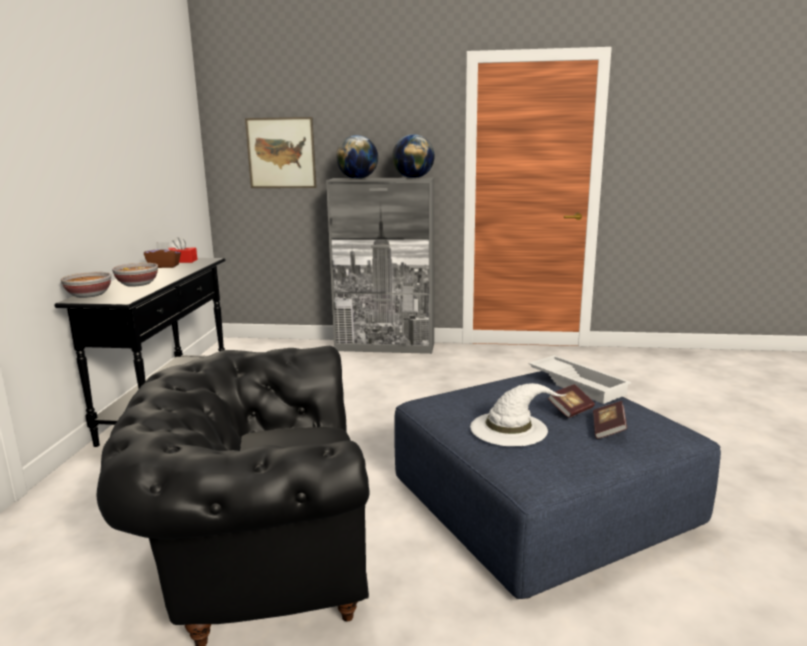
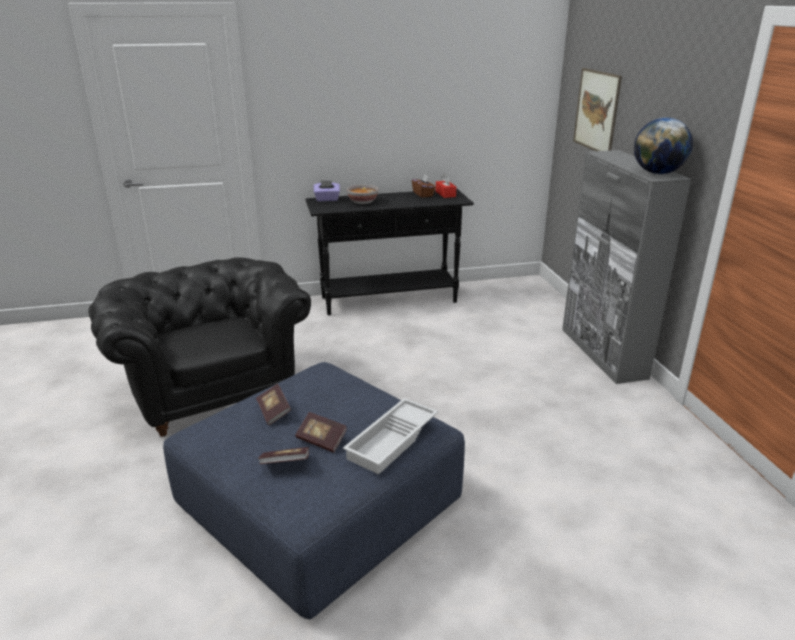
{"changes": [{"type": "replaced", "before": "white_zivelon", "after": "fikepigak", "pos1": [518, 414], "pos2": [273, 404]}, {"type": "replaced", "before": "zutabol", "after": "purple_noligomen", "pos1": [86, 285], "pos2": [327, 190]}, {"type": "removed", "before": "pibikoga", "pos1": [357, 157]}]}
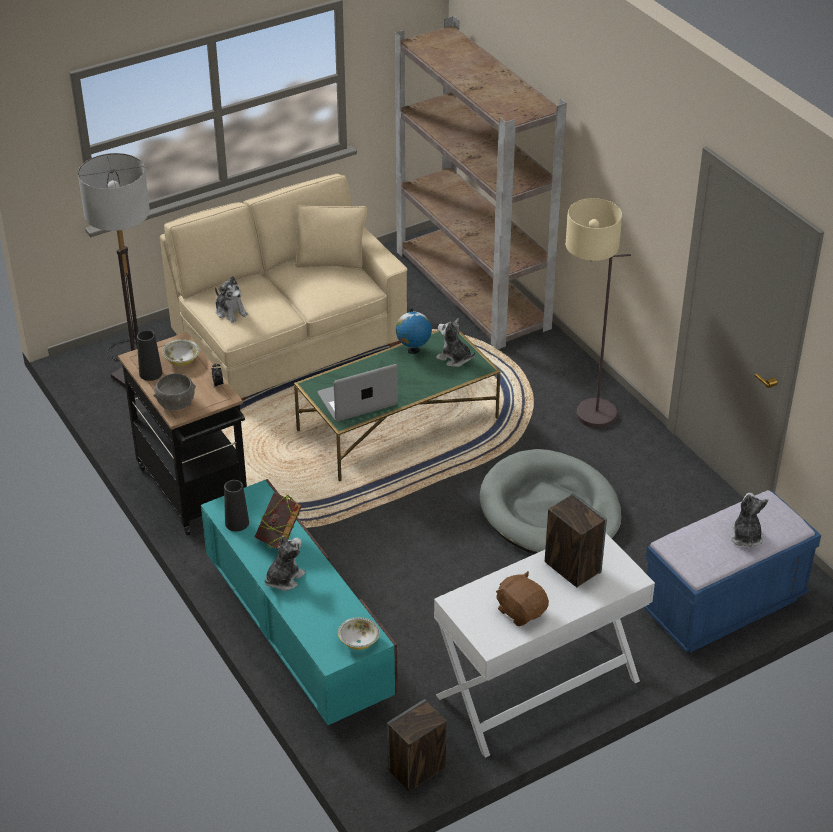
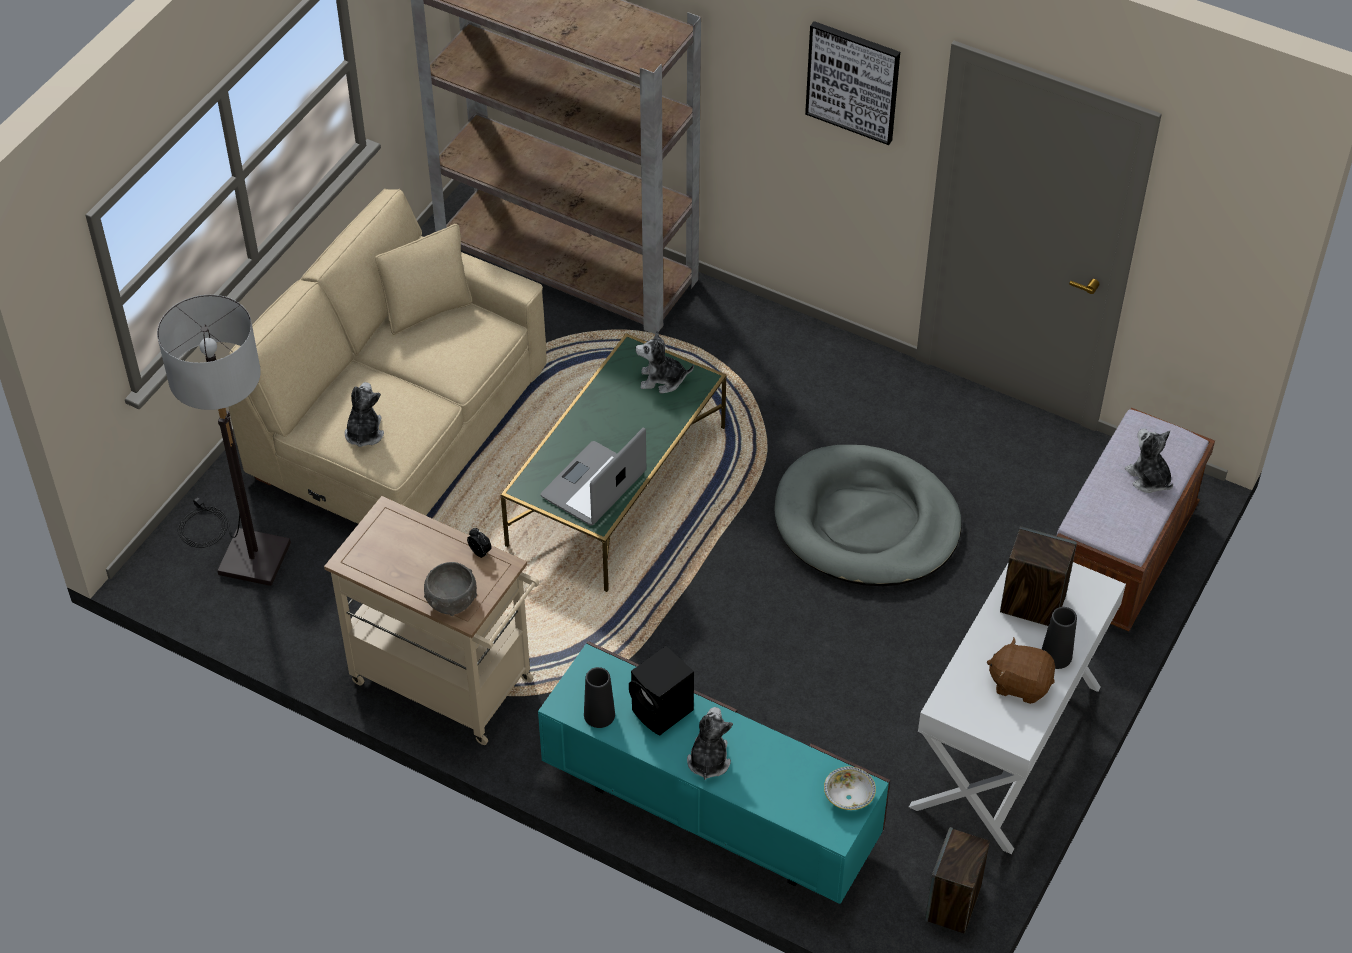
{"changes": [{"type": "recoloured", "before": "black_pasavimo", "after": "beige_pasavimo", "pos1": [182, 434], "pos2": [431, 620]}, {"type": "turned", "before": "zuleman", "pos1": [231, 299], "pos2": [364, 414], "turn": -105}, {"type": "replaced", "before": "fikepigak", "after": "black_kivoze", "pos1": [278, 521], "pos2": [661, 691]}, {"type": "added", "after": "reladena", "pos2": [852, 83]}, {"type": "moved", "before": "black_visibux", "pos1": [149, 355], "pos2": [1059, 638]}, {"type": "recoloured", "before": "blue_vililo", "after": "brown_vililo", "pos1": [732, 571], "pos2": [1136, 519]}, {"type": "removed", "before": "zutabol", "pos1": [180, 352]}, {"type": "removed", "before": "pibikoga", "pos1": [414, 331]}, {"type": "removed", "before": "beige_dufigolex", "pos1": [598, 313]}]}
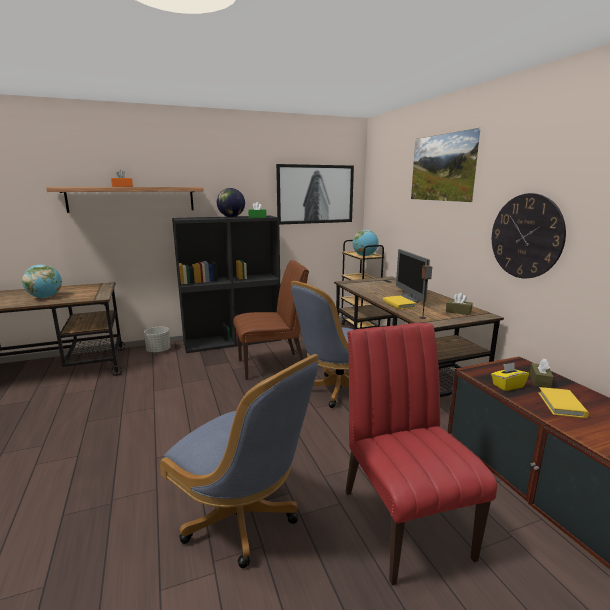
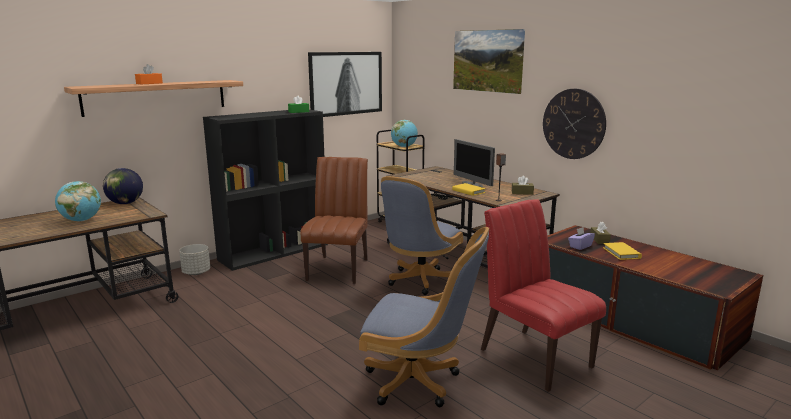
{"changes": [{"type": "moved", "before": "pibikoga", "pos1": [231, 202], "pos2": [123, 186]}, {"type": "turned", "before": "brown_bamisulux", "pos1": [271, 320], "pos2": [334, 220], "turn": -45}, {"type": "recoloured", "before": "yellow_noligomen", "after": "purple_noligomen", "pos1": [510, 377], "pos2": [581, 238]}]}
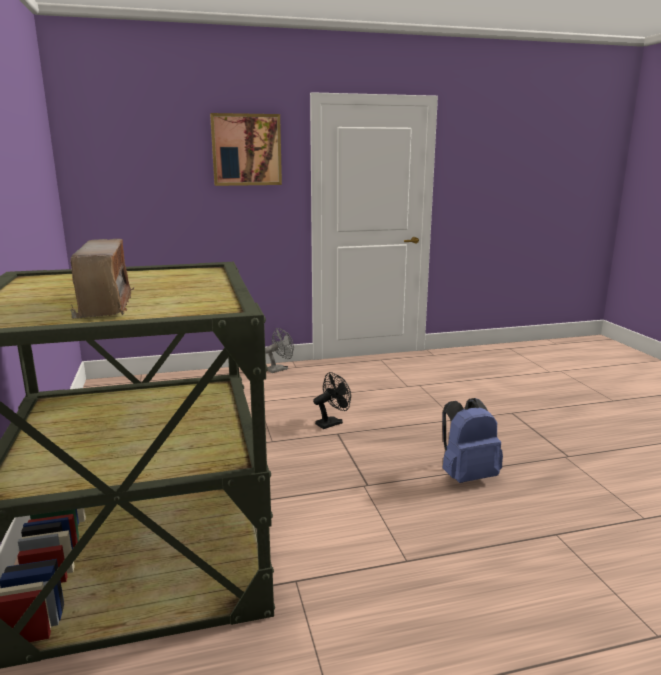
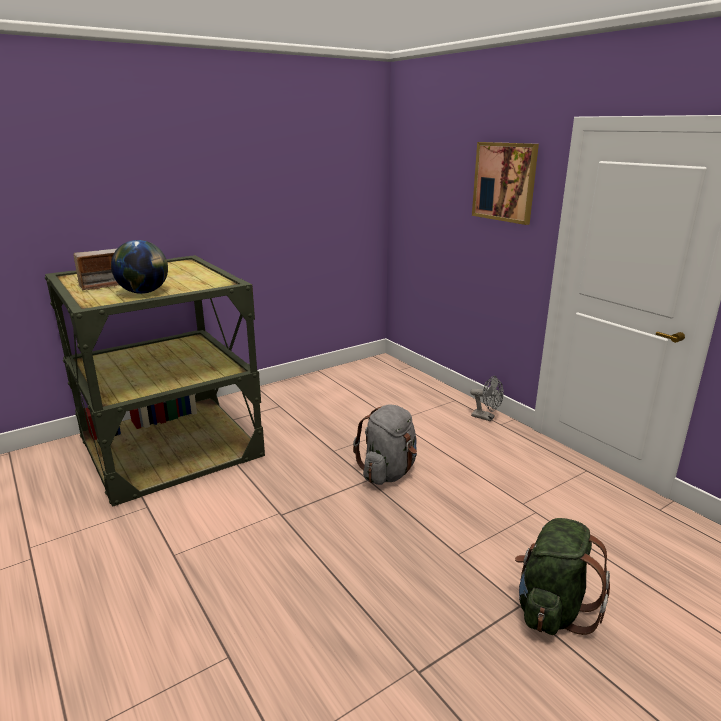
{"changes": [{"type": "added", "after": "pibikoga", "pos2": [139, 267]}, {"type": "replaced", "before": "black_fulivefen", "after": "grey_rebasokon", "pos1": [332, 400], "pos2": [385, 444]}, {"type": "added", "after": "green_rebasokon", "pos2": [562, 576]}, {"type": "removed", "before": "blue_rebasokon", "pos1": [472, 440]}]}
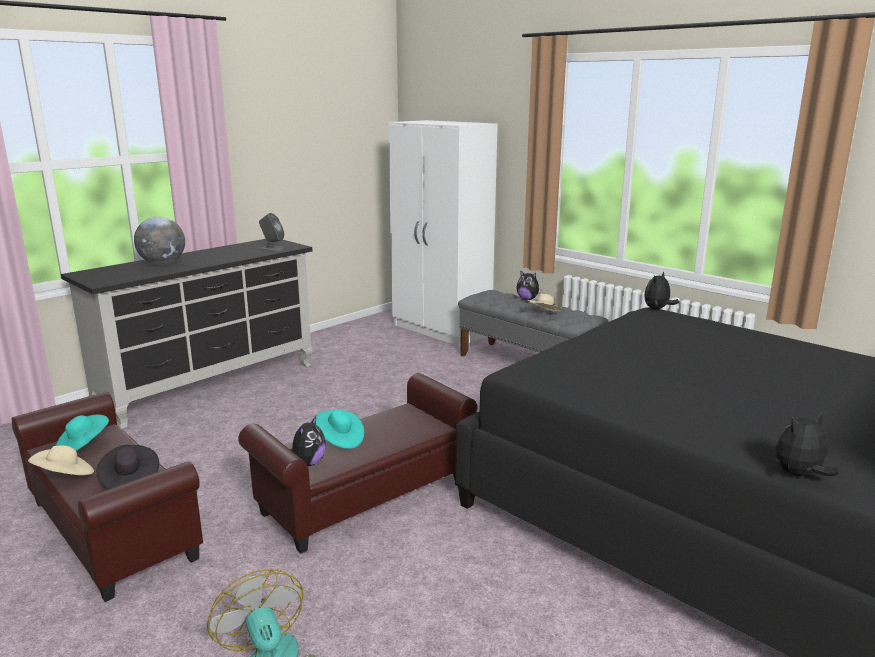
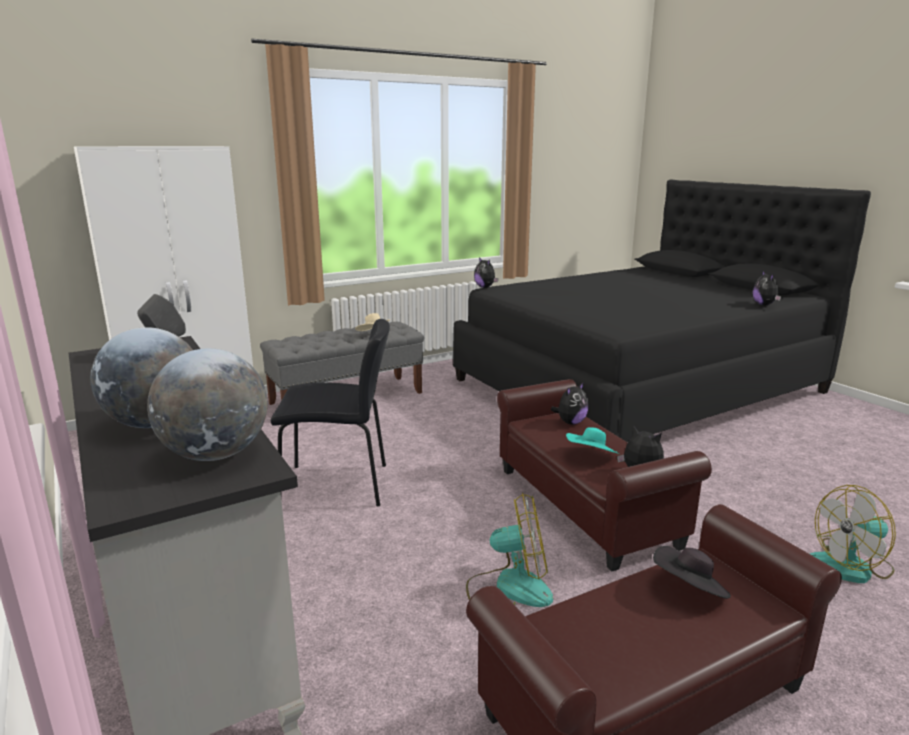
{"changes": [{"type": "added", "after": "pibikoga", "pos2": [207, 404]}, {"type": "added", "after": "black_bamisulux", "pos2": [330, 412]}, {"type": "added", "after": "fulivefen", "pos2": [509, 550]}, {"type": "moved", "before": "zuleman", "pos1": [530, 285], "pos2": [570, 403]}, {"type": "removed", "before": "beige_zivelon", "pos1": [61, 460]}, {"type": "removed", "before": "turquoise_zivelon", "pos1": [82, 433]}]}
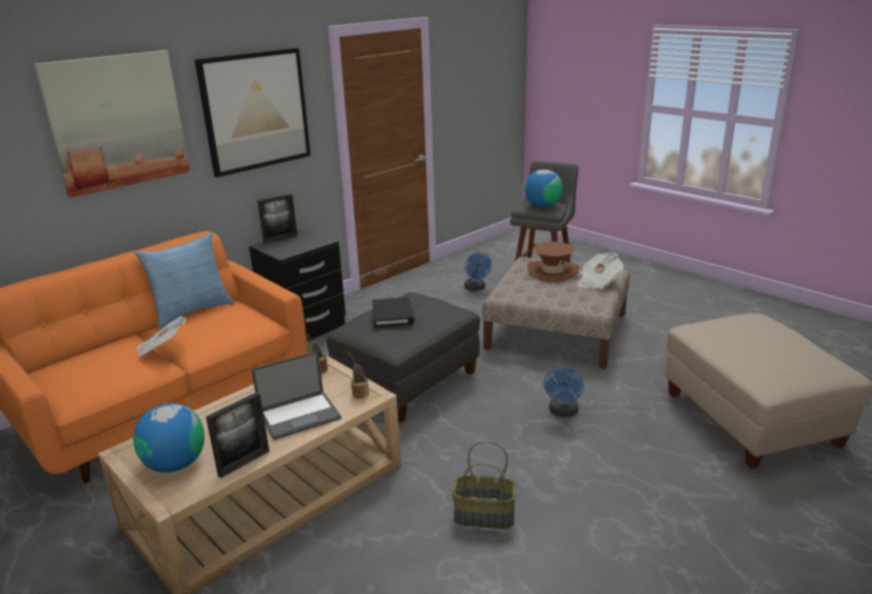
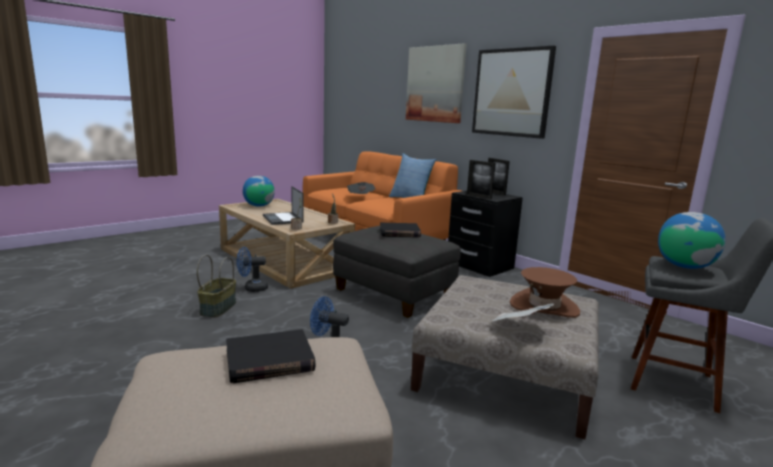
{"changes": [{"type": "added", "after": "black_fikepigak", "pos2": [270, 356]}, {"type": "moved", "before": "blue_fulivefen", "pos1": [478, 271], "pos2": [252, 269]}, {"type": "moved", "before": "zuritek", "pos1": [237, 435], "pos2": [481, 179]}]}
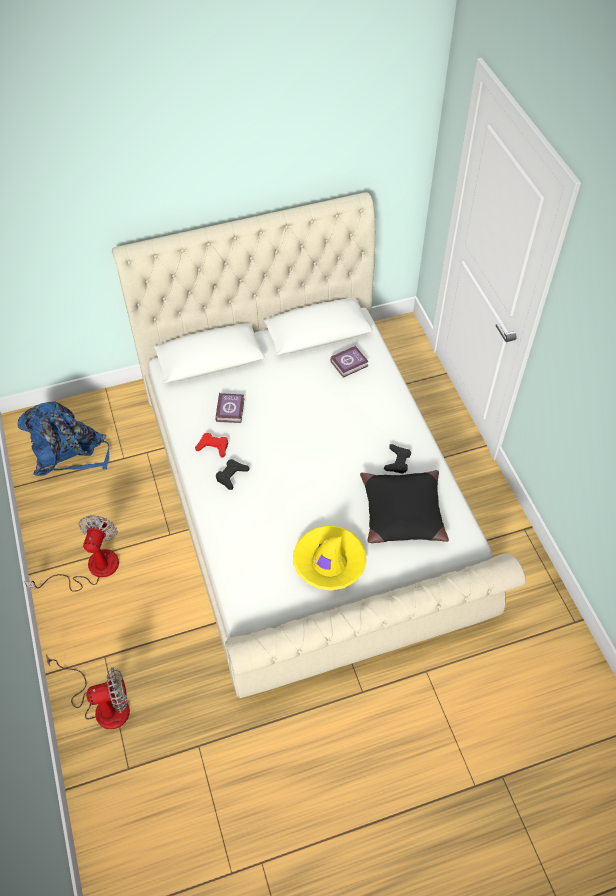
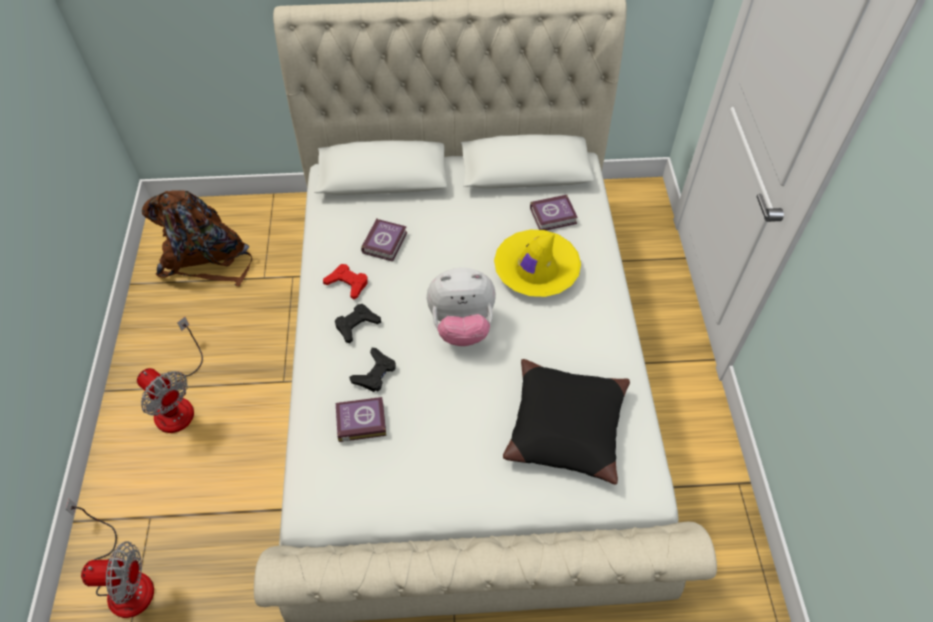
{"changes": [{"type": "turned", "before": "fulivefen", "pos1": [71, 553], "pos2": [170, 375], "turn": 105}, {"type": "recoloured", "before": "blue_rebasokon", "after": "brown_rebasokon", "pos1": [63, 439], "pos2": [197, 238]}, {"type": "added", "after": "fikepigak", "pos2": [361, 419]}, {"type": "moved", "before": "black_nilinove", "pos1": [397, 459], "pos2": [372, 370]}, {"type": "added", "after": "zuleman", "pos2": [461, 306]}, {"type": "moved", "before": "yellow_zivelon", "pos1": [329, 558], "pos2": [537, 263]}]}
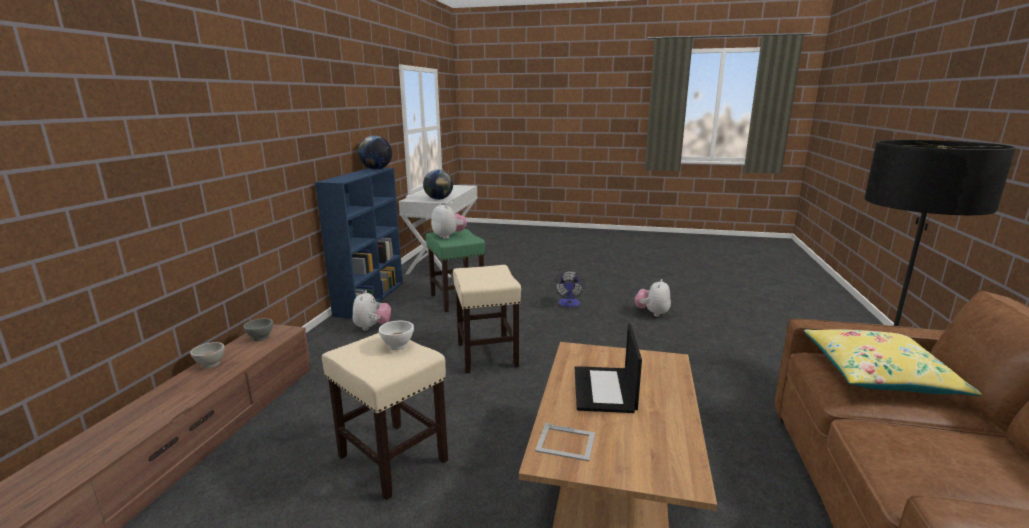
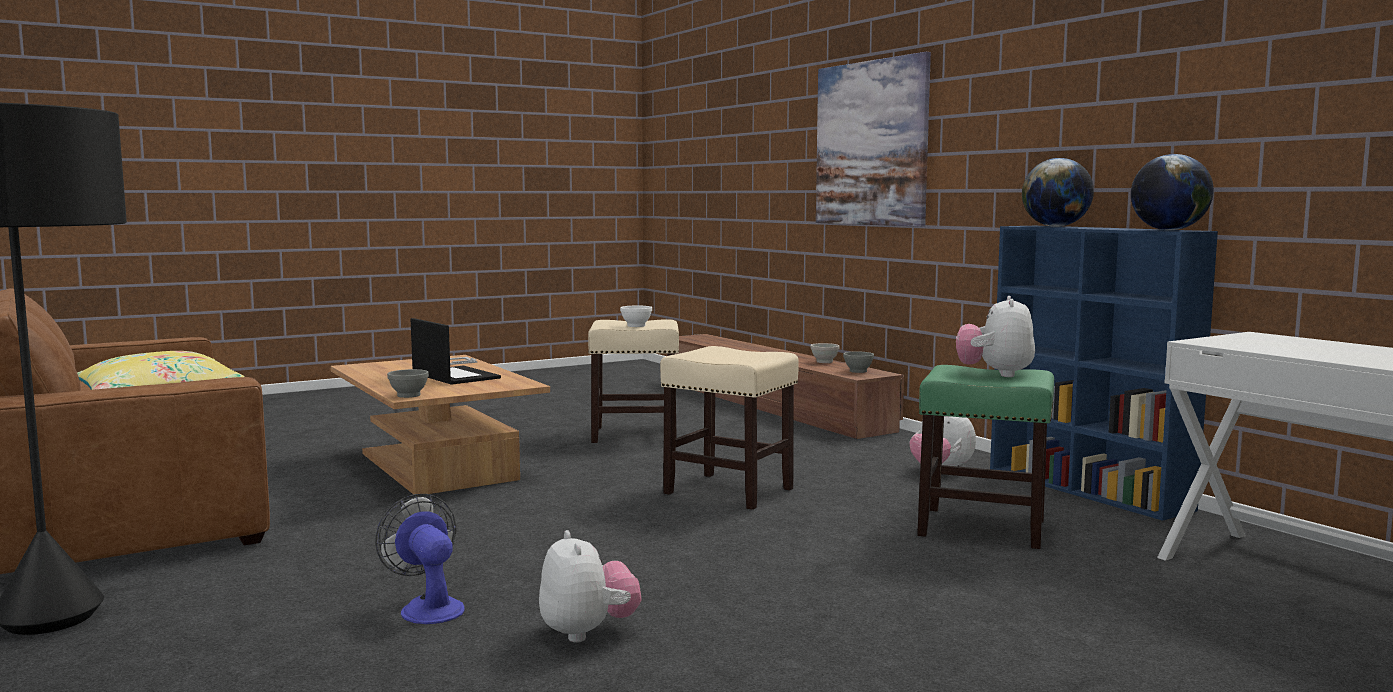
{"changes": [{"type": "moved", "before": "fulivefen", "pos1": [569, 288], "pos2": [420, 559]}, {"type": "added", "after": "grey_zutabol", "pos2": [408, 383]}, {"type": "added", "after": "reladena", "pos2": [873, 139]}, {"type": "turned", "before": "zuleman", "pos1": [449, 221], "pos2": [995, 336], "turn": 90}, {"type": "moved", "before": "pibikoga", "pos1": [438, 185], "pos2": [1058, 192]}]}
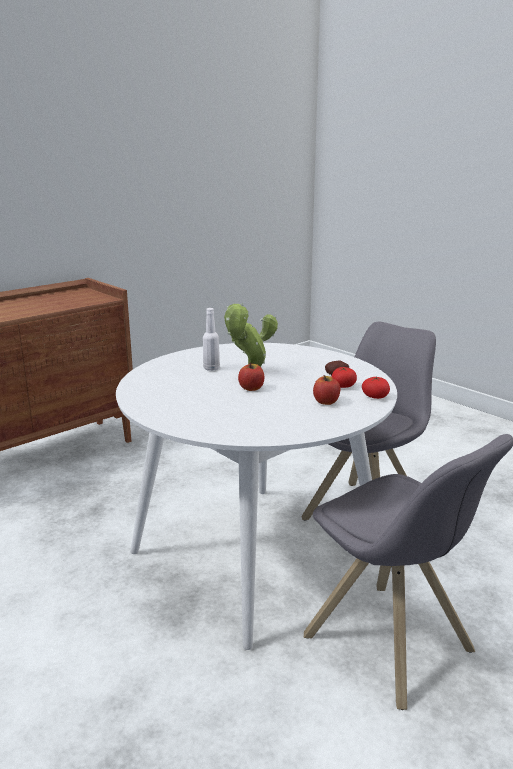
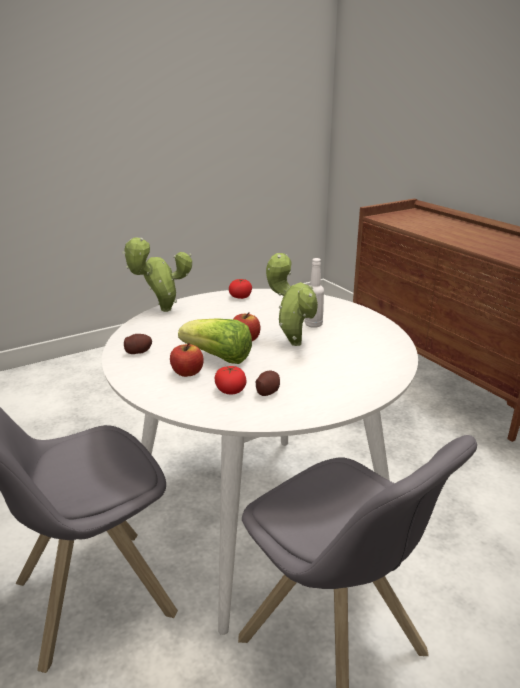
{"changes": [{"type": "added", "after": "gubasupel", "pos2": [157, 274]}, {"type": "added", "after": "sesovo", "pos2": [138, 344]}, {"type": "added", "after": "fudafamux", "pos2": [215, 341]}, {"type": "moved", "before": "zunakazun", "pos1": [376, 387], "pos2": [240, 289]}]}
